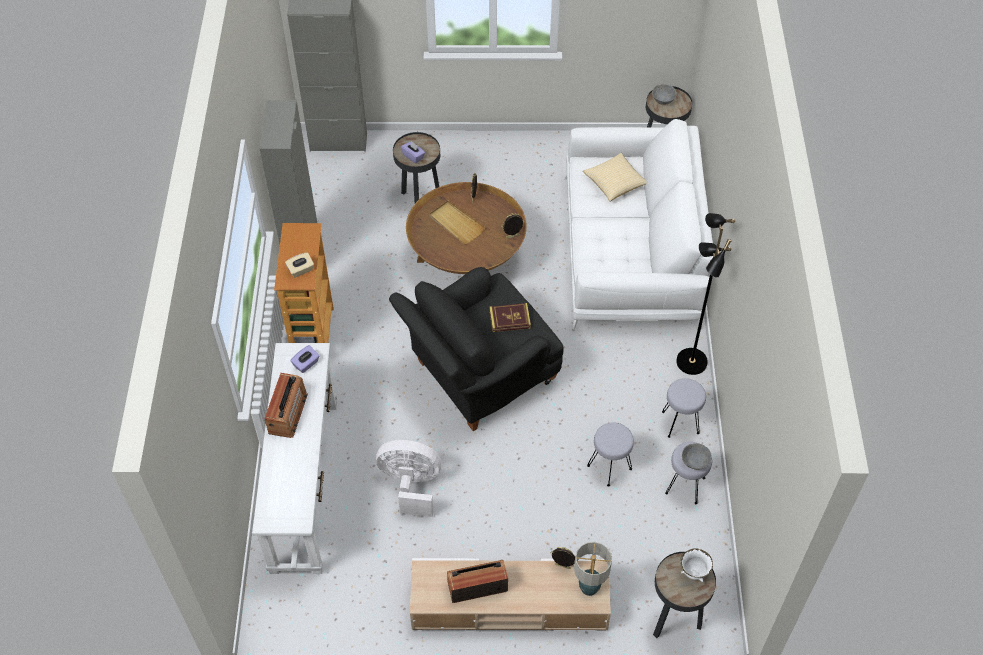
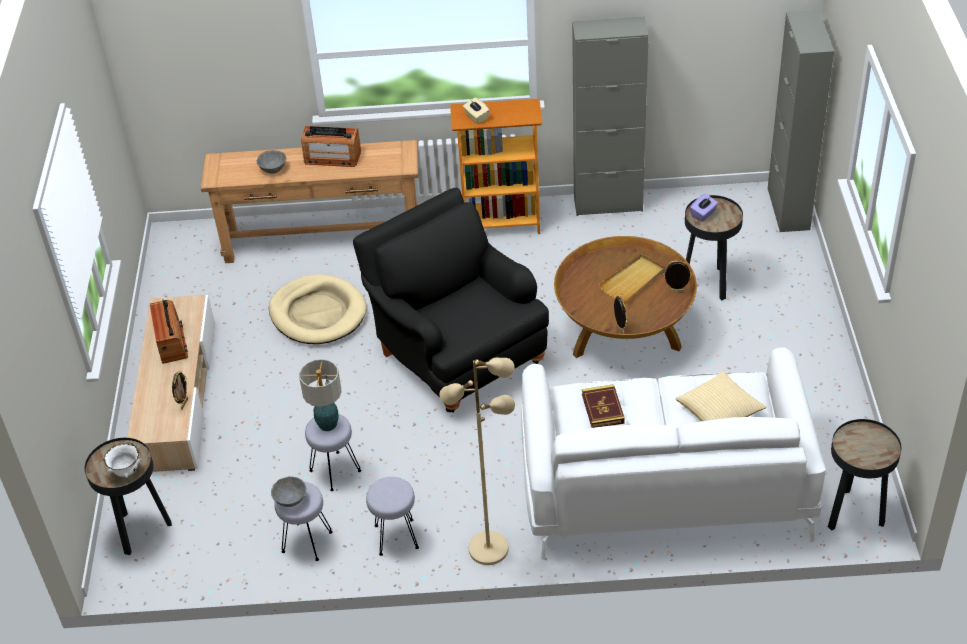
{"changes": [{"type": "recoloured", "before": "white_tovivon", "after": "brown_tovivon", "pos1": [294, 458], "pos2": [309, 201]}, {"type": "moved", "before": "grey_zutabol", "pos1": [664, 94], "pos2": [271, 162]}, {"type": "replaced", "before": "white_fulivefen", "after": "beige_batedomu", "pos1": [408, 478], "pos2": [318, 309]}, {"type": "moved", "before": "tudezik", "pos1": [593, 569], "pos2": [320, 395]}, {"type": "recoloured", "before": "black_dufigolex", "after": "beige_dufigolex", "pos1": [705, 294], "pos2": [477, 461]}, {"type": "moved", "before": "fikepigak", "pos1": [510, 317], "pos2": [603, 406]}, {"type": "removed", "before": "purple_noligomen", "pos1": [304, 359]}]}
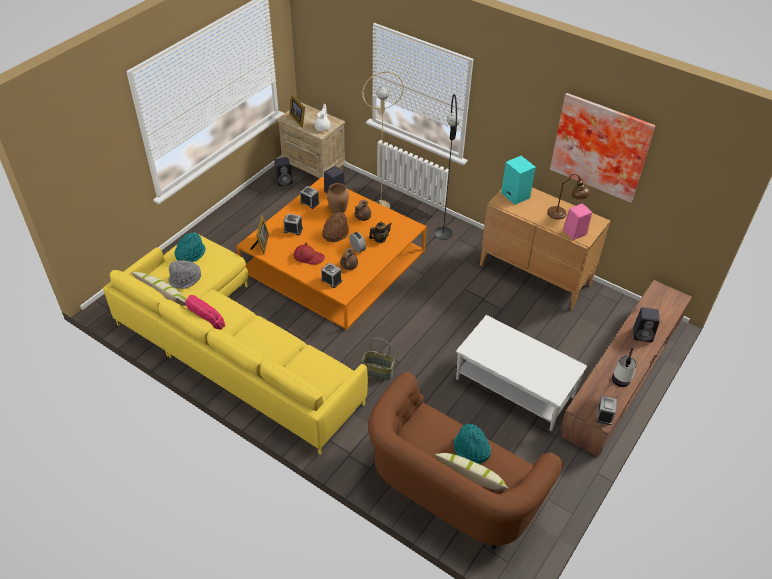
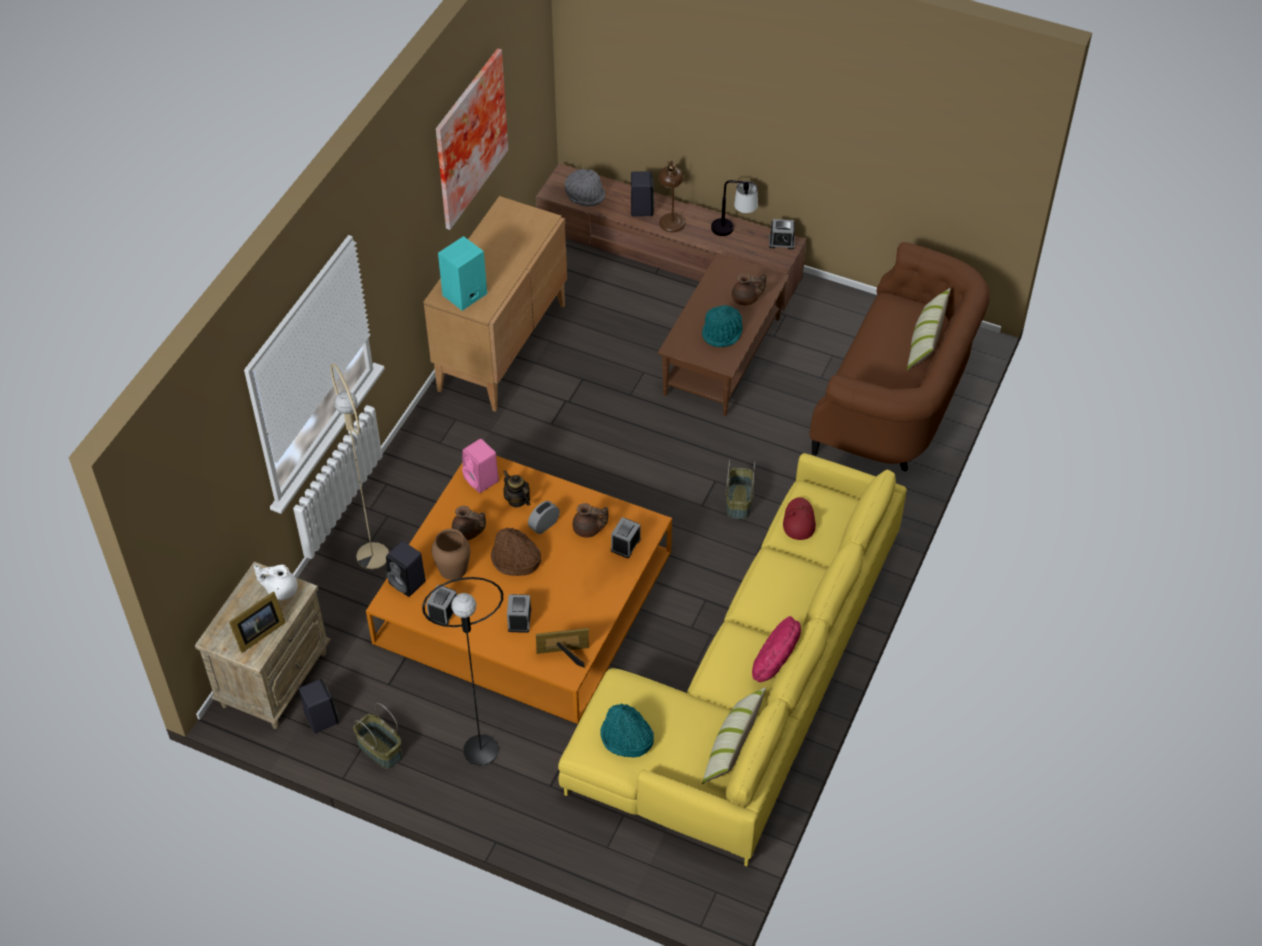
{"changes": [{"type": "added", "after": "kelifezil", "pos2": [378, 736]}, {"type": "moved", "before": "black_dufigolex", "pos1": [447, 167], "pos2": [462, 671]}, {"type": "moved", "before": "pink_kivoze", "pos1": [577, 222], "pos2": [480, 466]}, {"type": "moved", "before": "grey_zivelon", "pos1": [184, 274], "pos2": [585, 188]}, {"type": "recoloured", "before": "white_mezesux", "after": "brown_mezesux", "pos1": [521, 373], "pos2": [724, 334]}, {"type": "moved", "before": "brown_tudezik", "pos1": [568, 197], "pos2": [672, 196]}, {"type": "moved", "before": "turquoise_zivelon", "pos1": [472, 444], "pos2": [722, 326]}, {"type": "added", "after": "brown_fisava", "pos2": [749, 289]}, {"type": "moved", "before": "red_zivelon", "pos1": [309, 253], "pos2": [799, 518]}]}
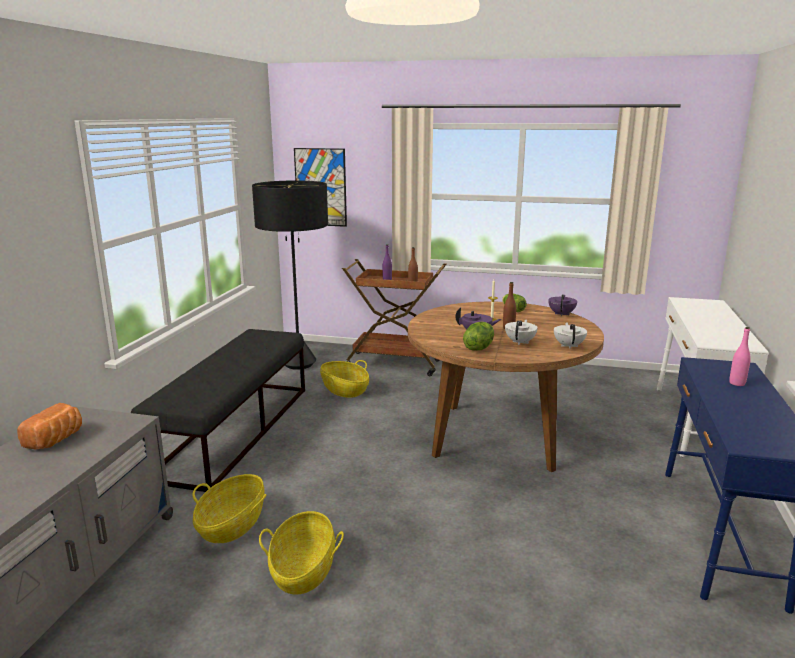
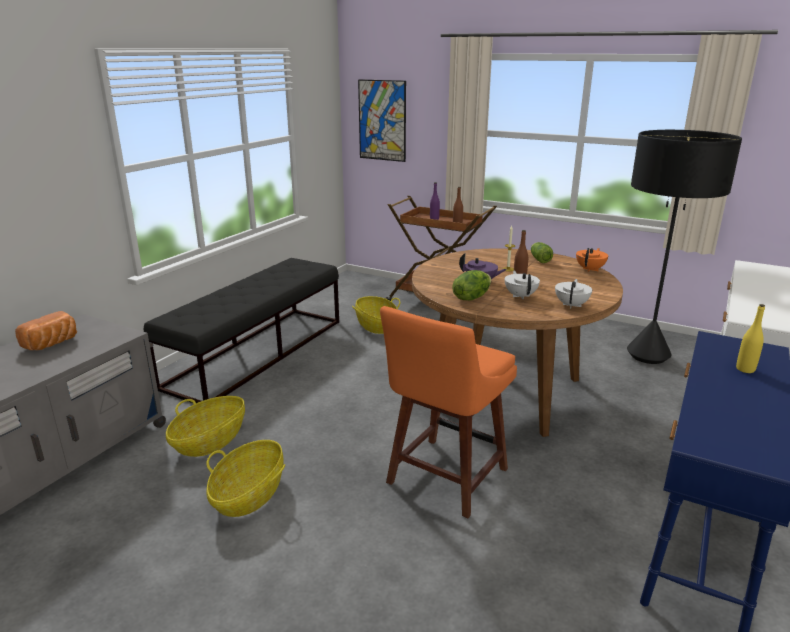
{"changes": [{"type": "added", "after": "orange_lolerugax", "pos2": [448, 412]}, {"type": "turned", "before": "white_fisava", "pos1": [521, 332], "pos2": [522, 285], "turn": -45}, {"type": "recoloured", "before": "purple_fisava", "after": "orange_fisava", "pos1": [562, 305], "pos2": [592, 260]}, {"type": "moved", "before": "black_dufigolex", "pos1": [290, 275], "pos2": [684, 247]}, {"type": "recoloured", "before": "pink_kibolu", "after": "yellow_kibolu", "pos1": [740, 356], "pos2": [750, 338]}]}
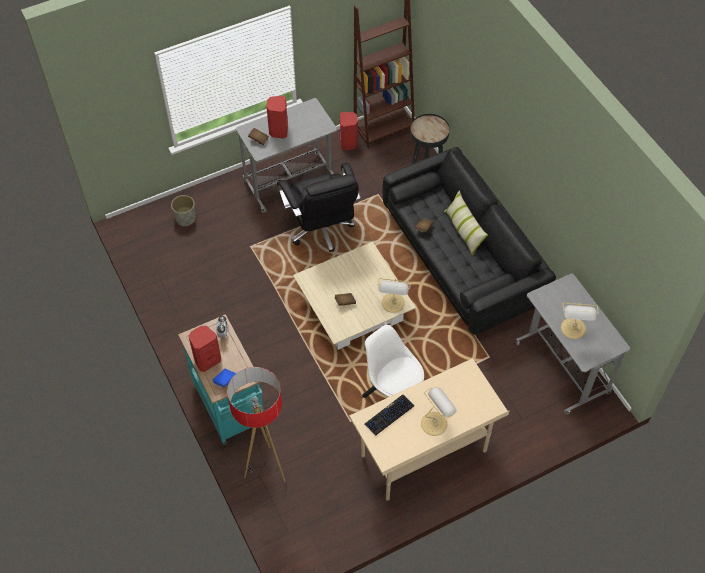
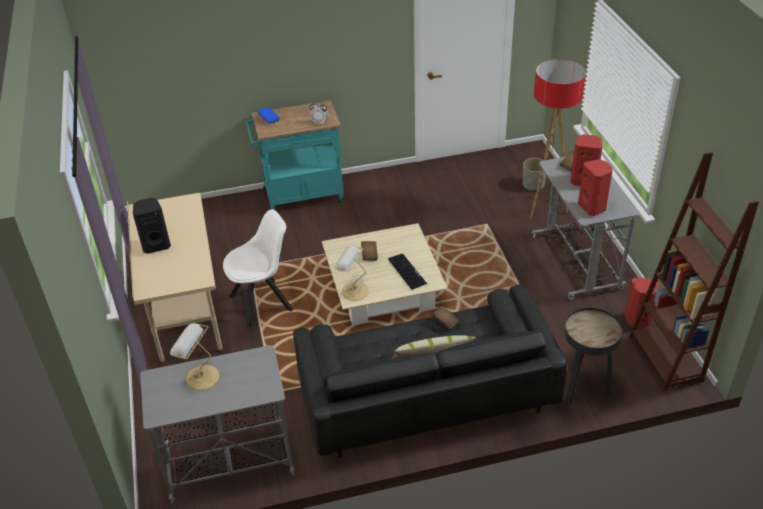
{"changes": [{"type": "replaced", "before": "tudezik", "after": "black_kivoze", "pos1": [439, 411], "pos2": [152, 226]}, {"type": "moved", "before": "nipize", "pos1": [389, 415], "pos2": [407, 272]}, {"type": "moved", "before": "dufigolex", "pos1": [256, 424], "pos2": [558, 139]}, {"type": "moved", "before": "red_kivoze", "pos1": [205, 349], "pos2": [595, 187]}, {"type": "removed", "before": "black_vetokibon", "pos1": [319, 207]}]}
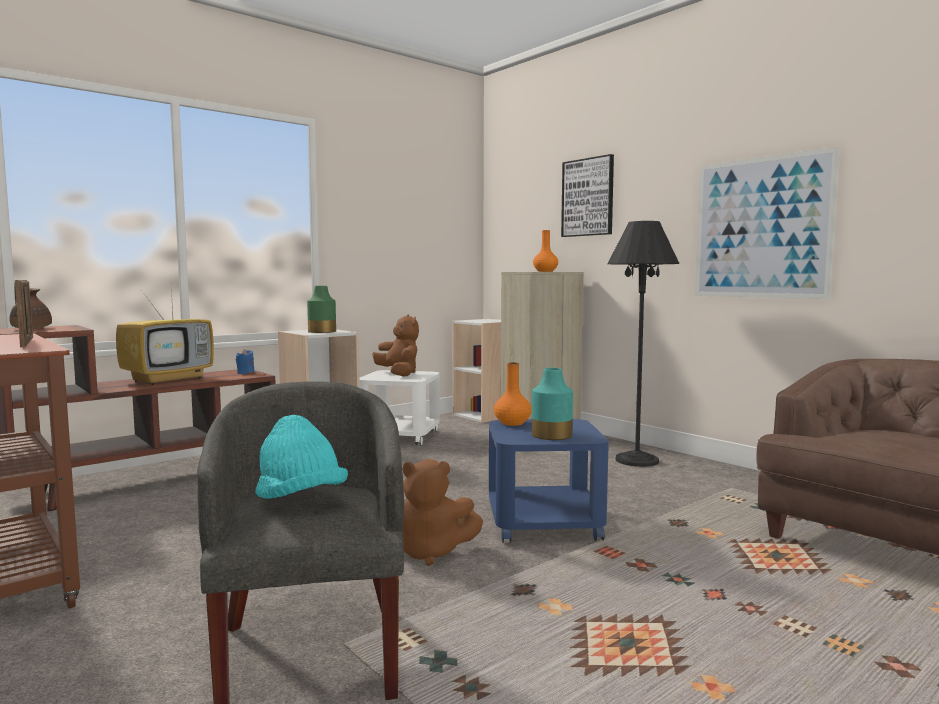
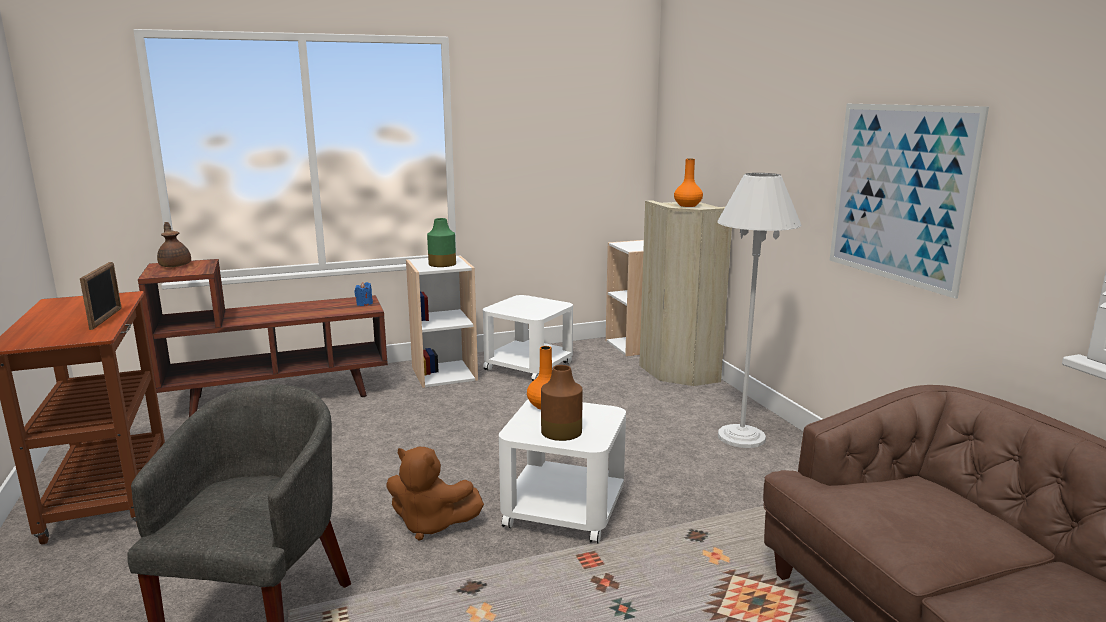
{"changes": [{"type": "recoloured", "before": "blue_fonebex", "after": "white_fonebex", "pos1": [549, 481], "pos2": [562, 471]}, {"type": "recoloured", "before": "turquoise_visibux", "after": "brown_visibux", "pos1": [552, 404], "pos2": [562, 403]}, {"type": "recoloured", "before": "black_dufigolex", "after": "white_dufigolex", "pos1": [643, 344], "pos2": [759, 310]}, {"type": "removed", "before": "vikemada", "pos1": [165, 336]}, {"type": "removed", "before": "turquoise_zivelon", "pos1": [302, 457]}, {"type": "removed", "before": "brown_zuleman", "pos1": [396, 346]}, {"type": "removed", "before": "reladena", "pos1": [587, 195]}]}
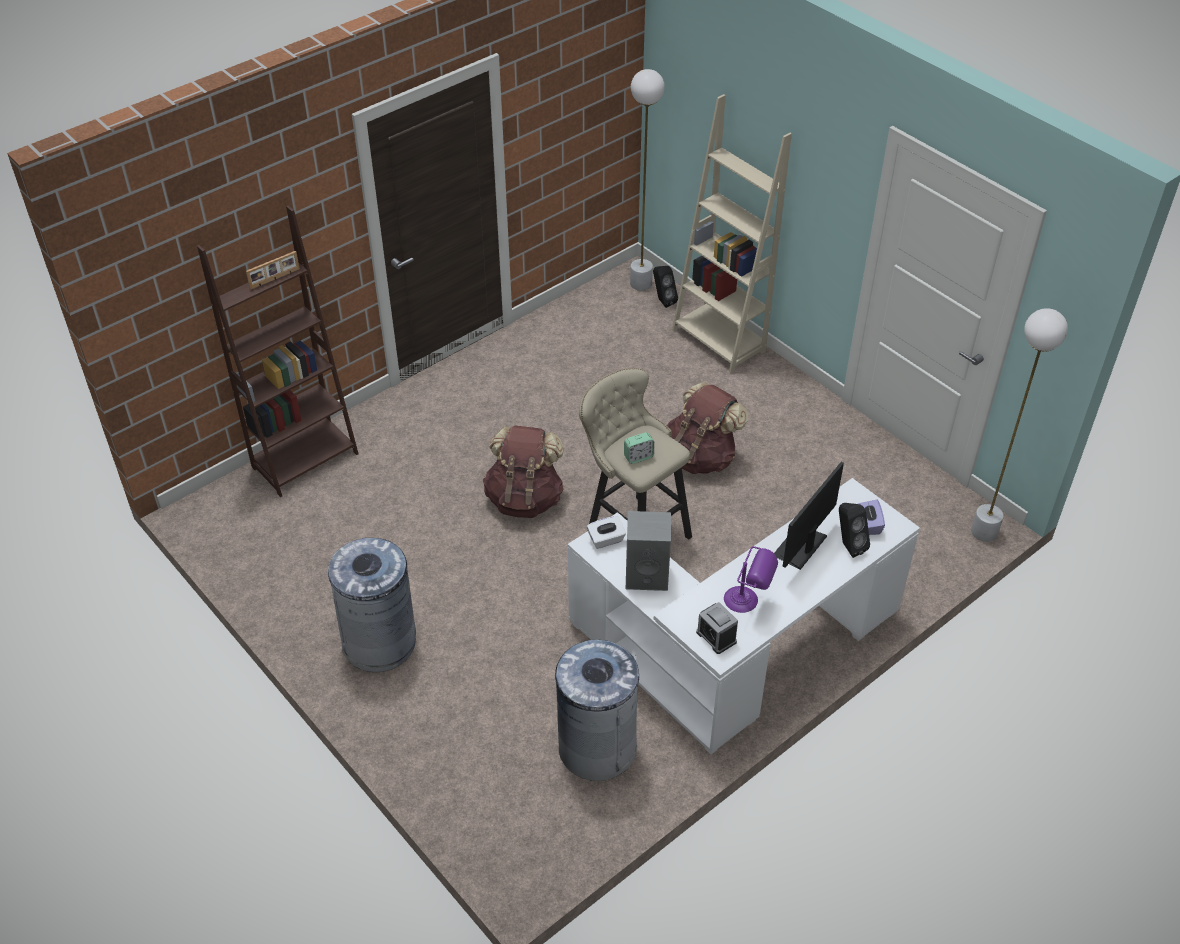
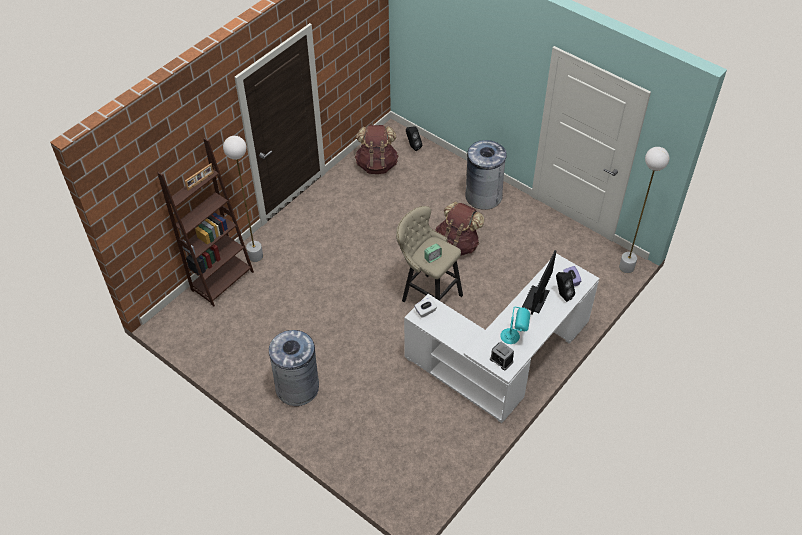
{"changes": [{"type": "moved", "before": "white_dufigolex", "pos1": [647, 180], "pos2": [243, 199]}, {"type": "moved", "before": "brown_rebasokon", "pos1": [524, 472], "pos2": [377, 149]}, {"type": "moved", "before": "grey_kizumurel", "pos1": [597, 710], "pos2": [486, 175]}, {"type": "recoloured", "before": "purple_tudezik", "after": "turquoise_tudezik", "pos1": [751, 579], "pos2": [515, 325]}, {"type": "removed", "before": "grey_kivoze", "pos1": [648, 551]}, {"type": "removed", "before": "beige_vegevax", "pos1": [732, 233]}]}
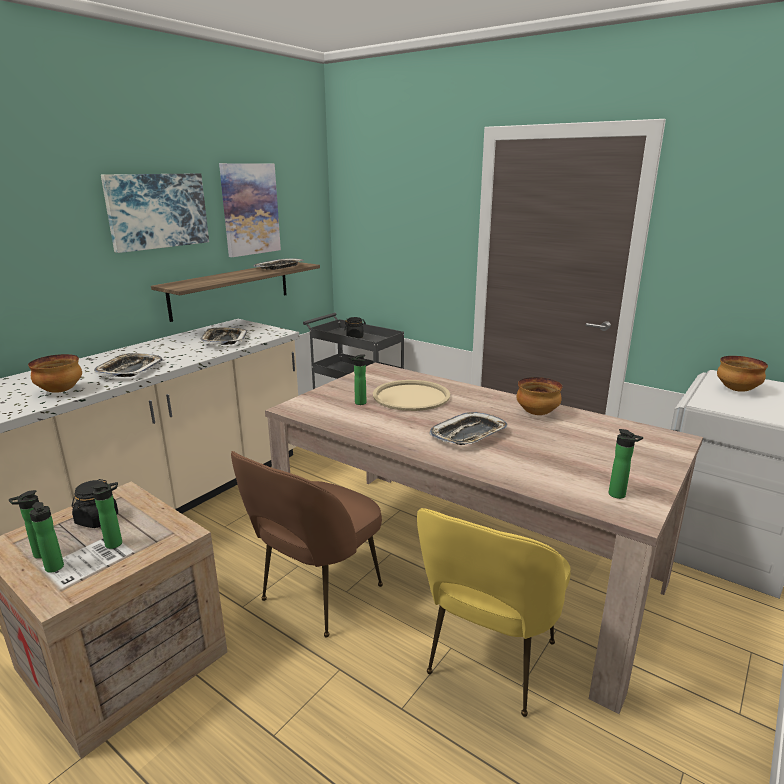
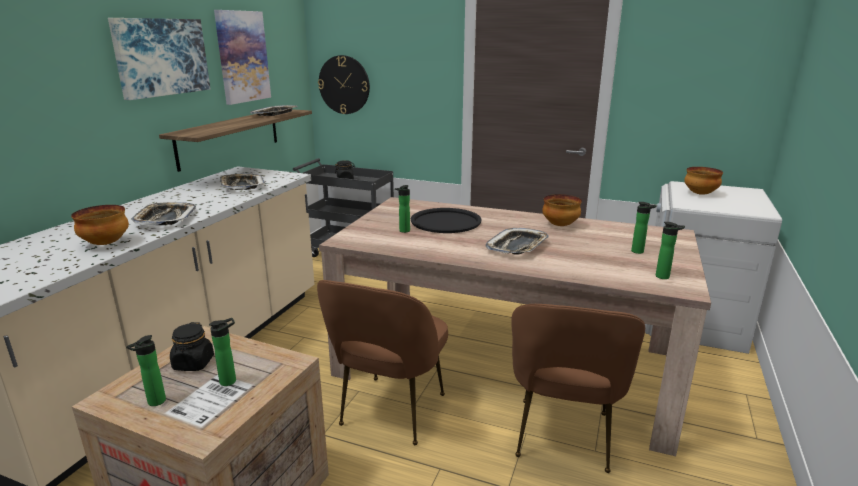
{"changes": [{"type": "added", "after": "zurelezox", "pos2": [344, 84]}, {"type": "recoloured", "before": "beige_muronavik", "after": "black_muronavik", "pos1": [411, 395], "pos2": [446, 220]}, {"type": "recoloured", "before": "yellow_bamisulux", "after": "brown_bamisulux", "pos1": [494, 612], "pos2": [578, 388]}, {"type": "moved", "before": "kibolu", "pos1": [46, 537], "pos2": [644, 228]}]}
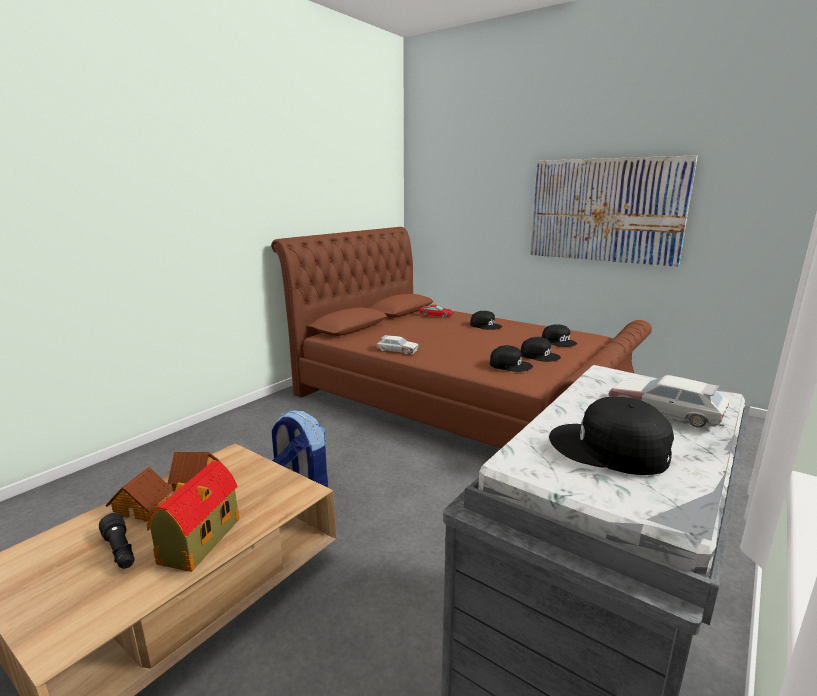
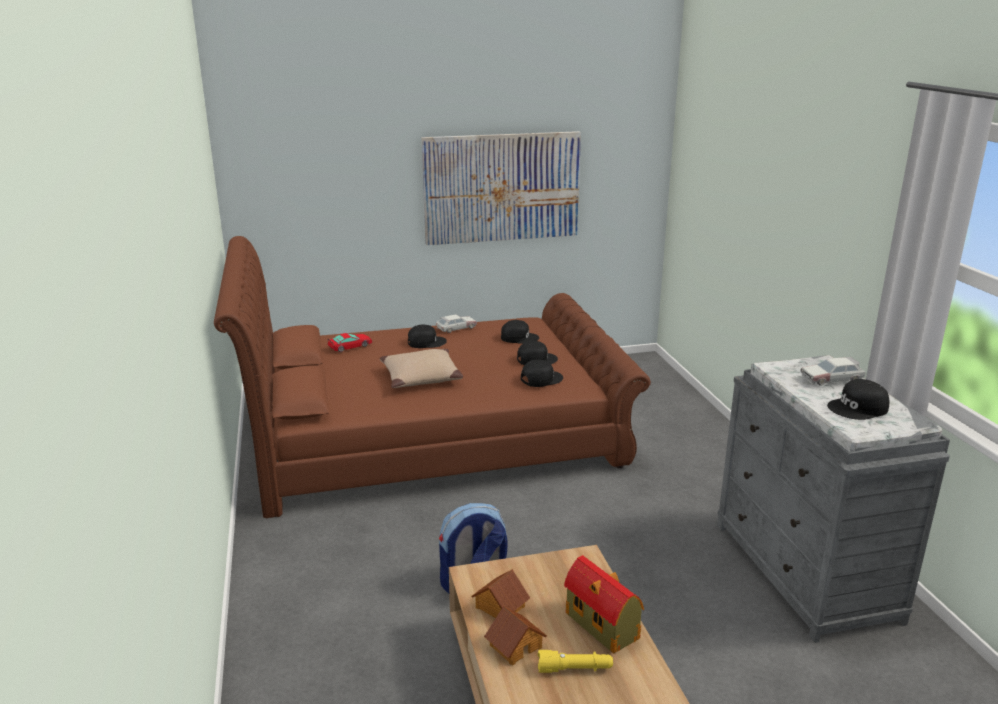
{"changes": [{"type": "added", "after": "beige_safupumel", "pos2": [421, 368]}, {"type": "moved", "before": "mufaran", "pos1": [398, 344], "pos2": [456, 323]}, {"type": "recoloured", "before": "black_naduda", "after": "yellow_naduda", "pos1": [117, 541], "pos2": [575, 661]}]}
